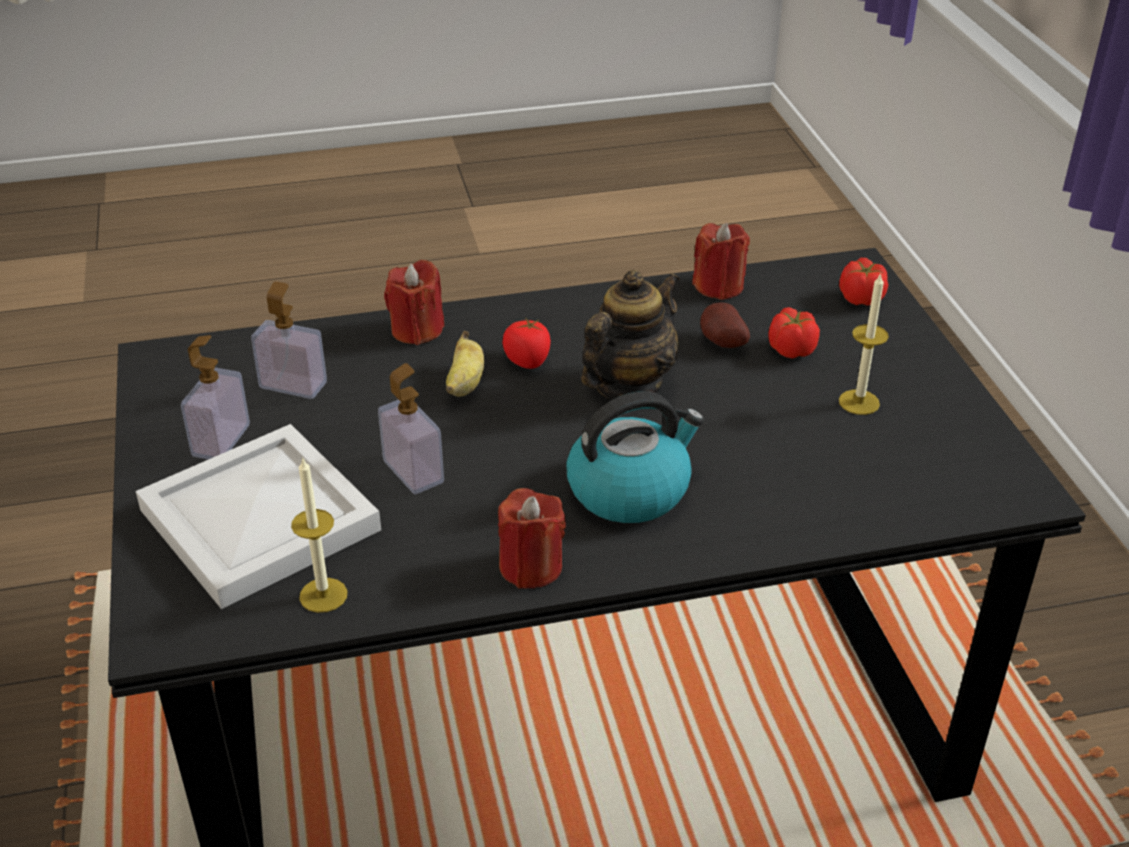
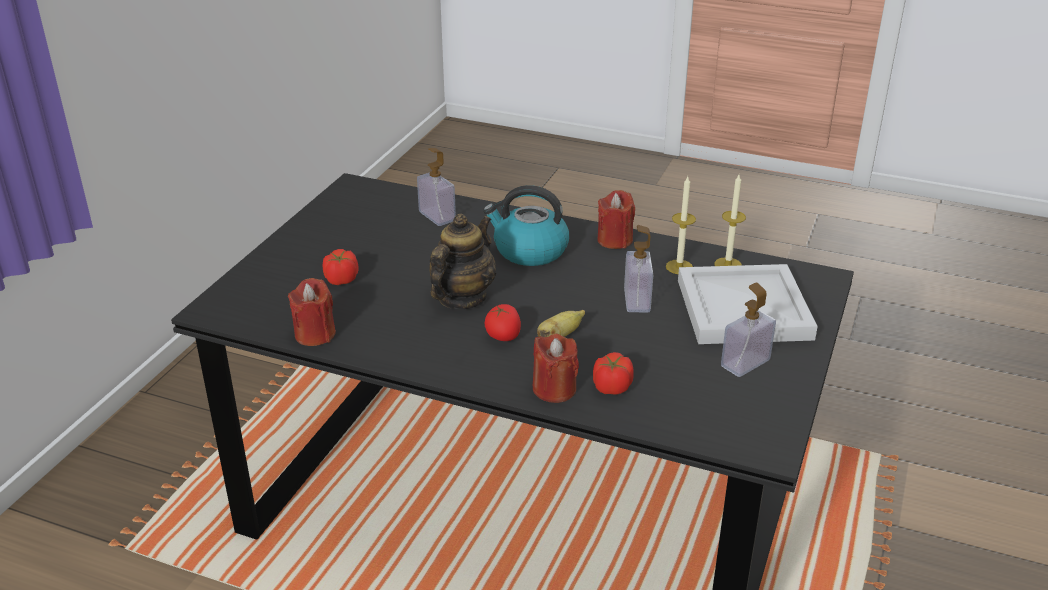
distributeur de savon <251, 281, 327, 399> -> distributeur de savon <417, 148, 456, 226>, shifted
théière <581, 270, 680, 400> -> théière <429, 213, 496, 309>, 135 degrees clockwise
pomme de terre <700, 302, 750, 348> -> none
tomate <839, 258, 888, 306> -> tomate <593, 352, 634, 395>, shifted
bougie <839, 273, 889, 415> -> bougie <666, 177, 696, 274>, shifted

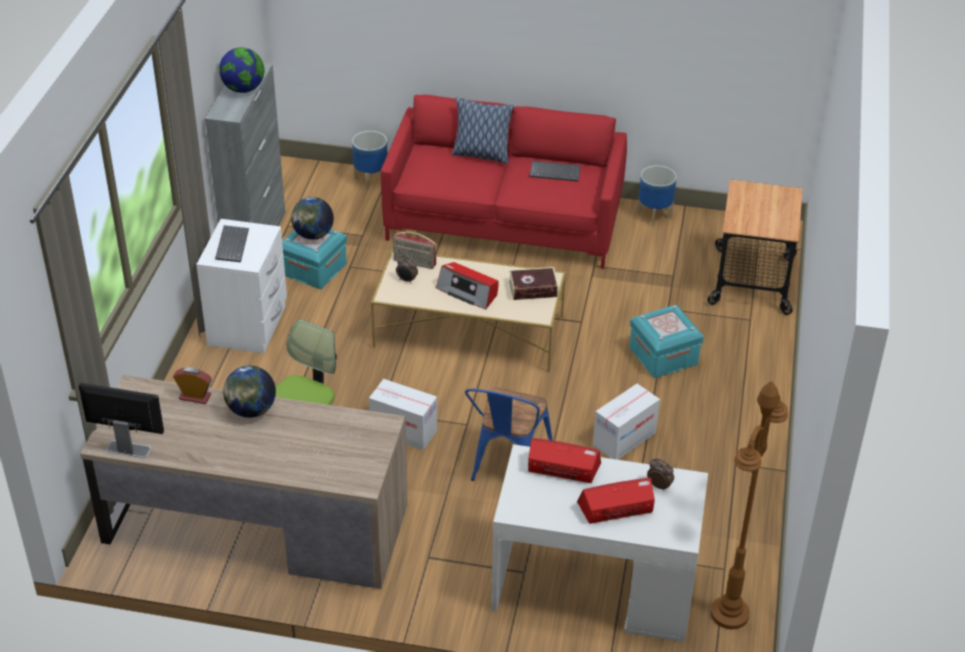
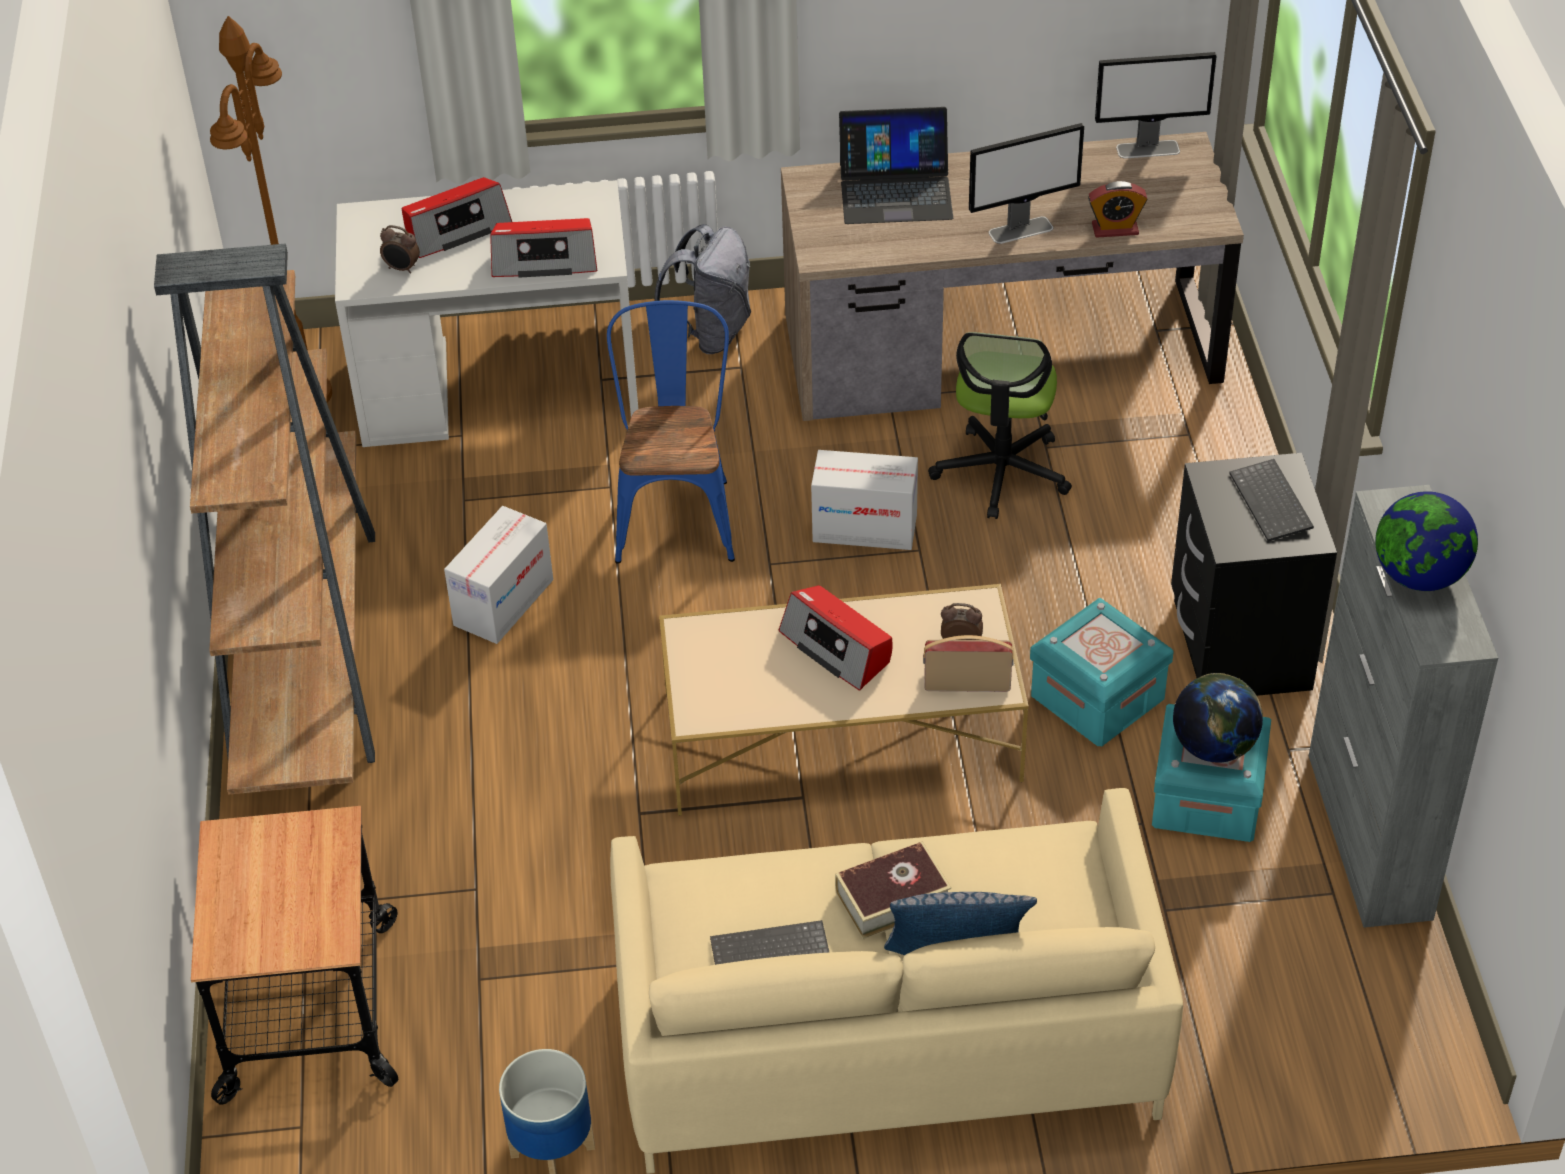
table de chevet [blanc] <196, 219, 287, 353> -> table de chevet [noir] <1171, 453, 1337, 696>
globe <223, 366, 276, 418> -> écran d'ordinateur <969, 123, 1084, 244>
cache-pot <352, 131, 388, 190> -> none
canapé [rouge] <381, 94, 627, 269> -> canapé [beige] <610, 788, 1183, 1174>
radio <436, 262, 498, 310> -> radio <779, 585, 893, 691>, 150 degrees counterclockwise
livre <509, 267, 559, 300> -> livre <835, 841, 951, 939>, shifted
boîte de rangement [turquoise] <629, 305, 704, 378> -> boîte de rangement [turquoise] <1030, 598, 1173, 746>, shifted
none -> bibliothèque [marron] <154, 244, 375, 795>
none -> sac à dos [gris] <655, 224, 751, 354>
none -> ordinateur portable <839, 107, 953, 224>

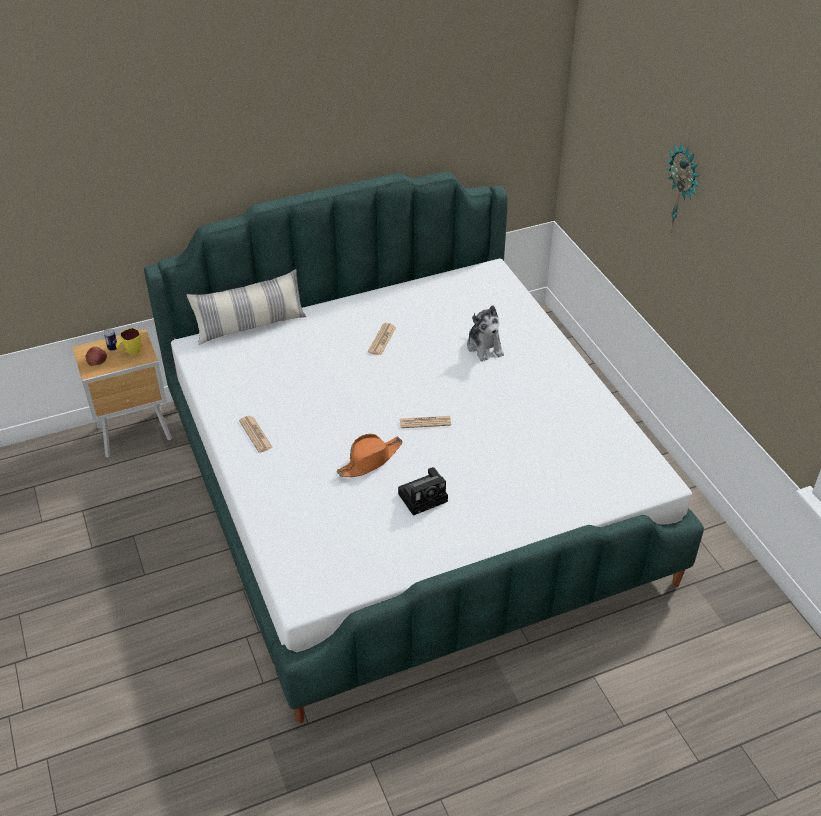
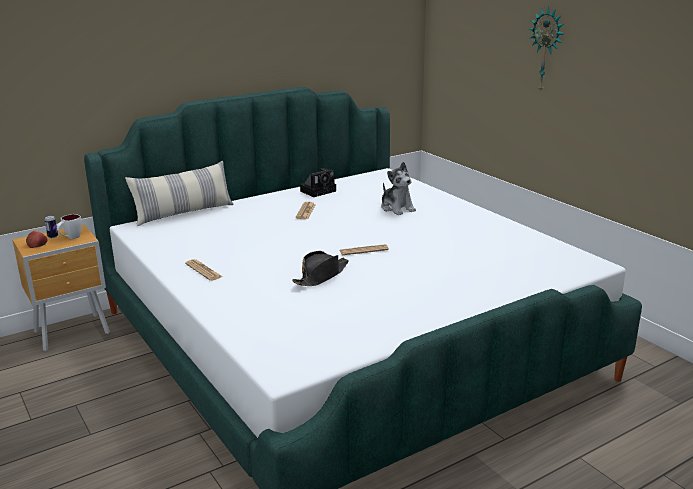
mug [jaune] <116, 328, 141, 355> -> mug [blanc] <57, 214, 81, 239>
chapeau [orange] <337, 434, 403, 477> -> chapeau [noir] <292, 251, 349, 286>
appareil photo <398, 467, 448, 516> -> appareil photo <300, 168, 336, 197>, shifted

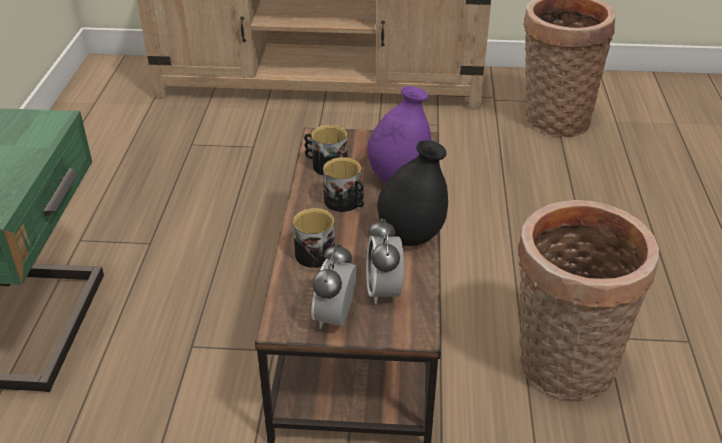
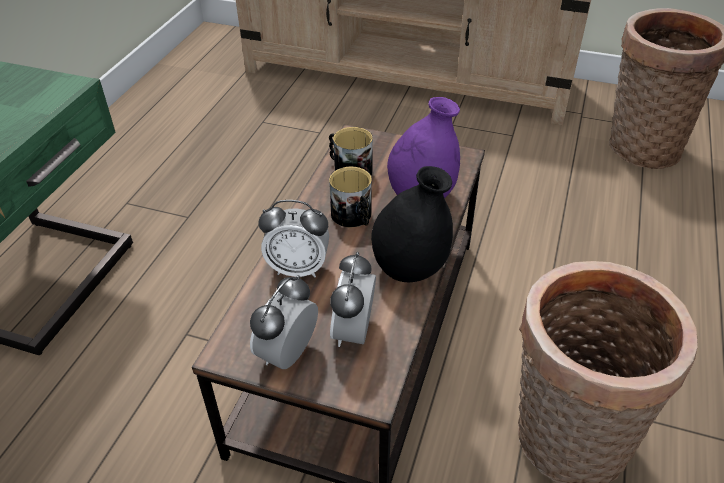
mug <293, 208, 335, 268> -> réveil <259, 200, 329, 277>

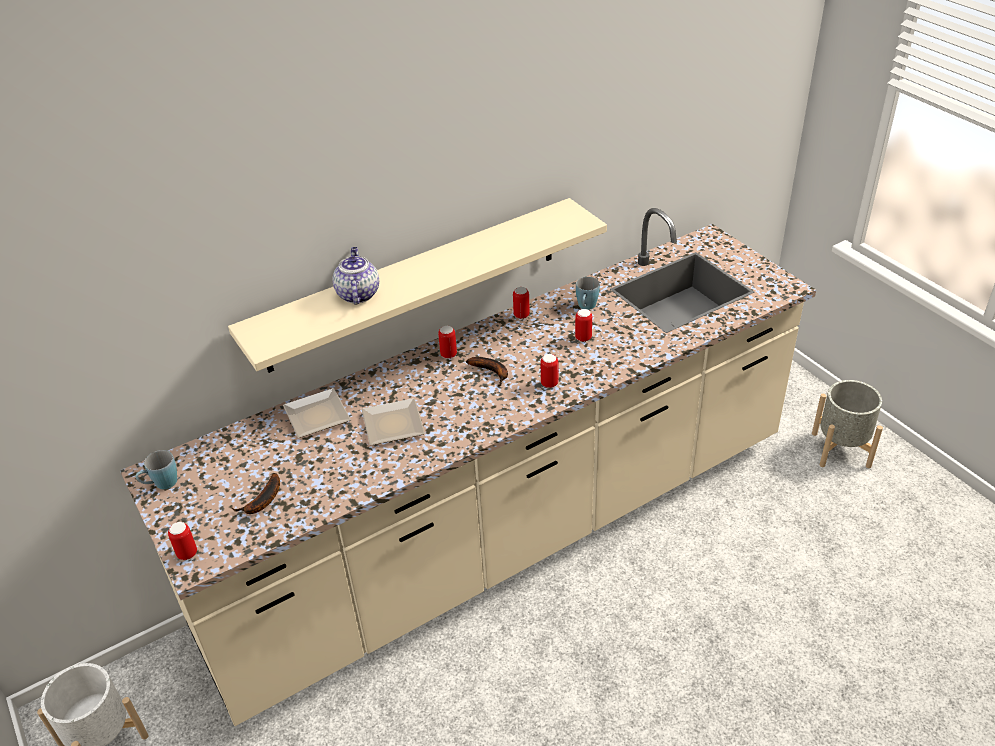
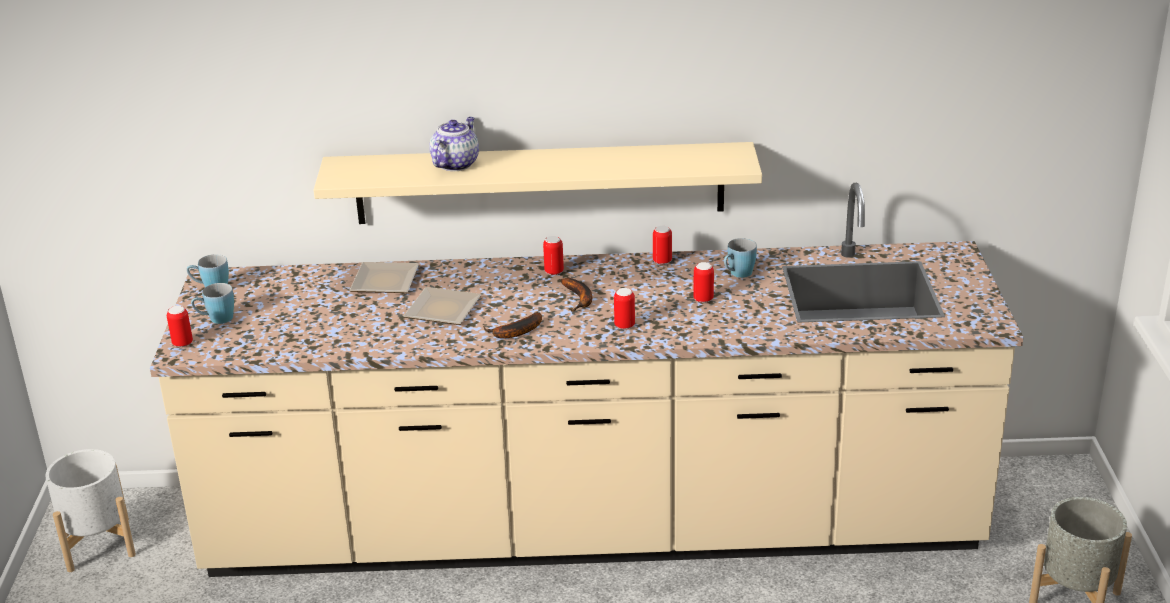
banane <231, 473, 280, 514> -> banane <484, 312, 542, 339>, shifted
none -> mug [bleu] <191, 283, 234, 324>

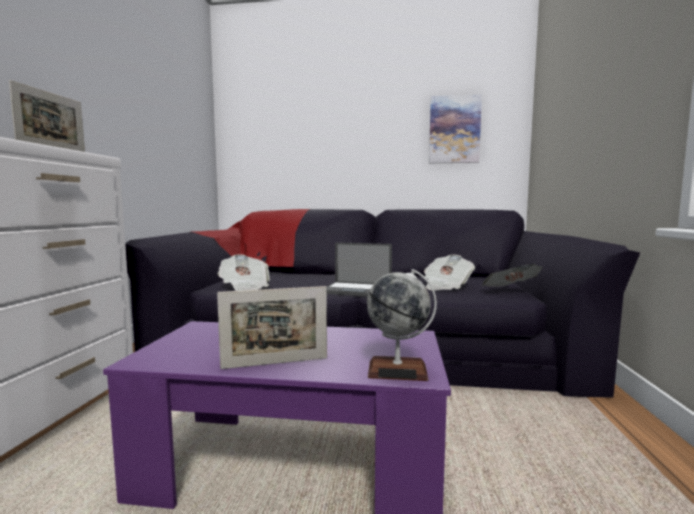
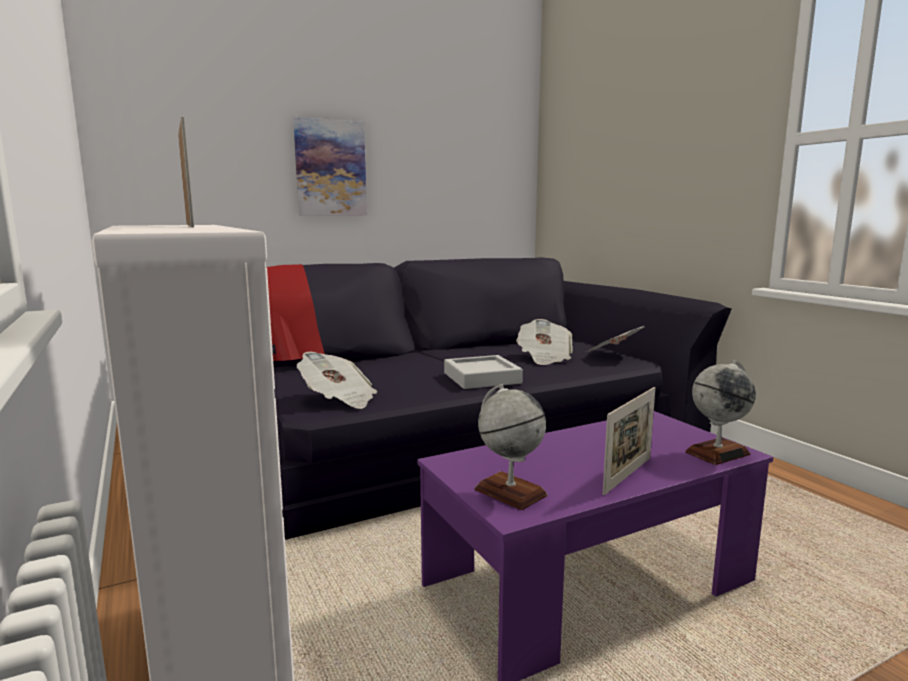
ordinateur portable <327, 242, 392, 297> -> plateau [gris] <444, 355, 523, 389>
tableau <429, 94, 482, 163> -> tableau <293, 117, 367, 216>, shifted
none -> globe <475, 384, 548, 510>

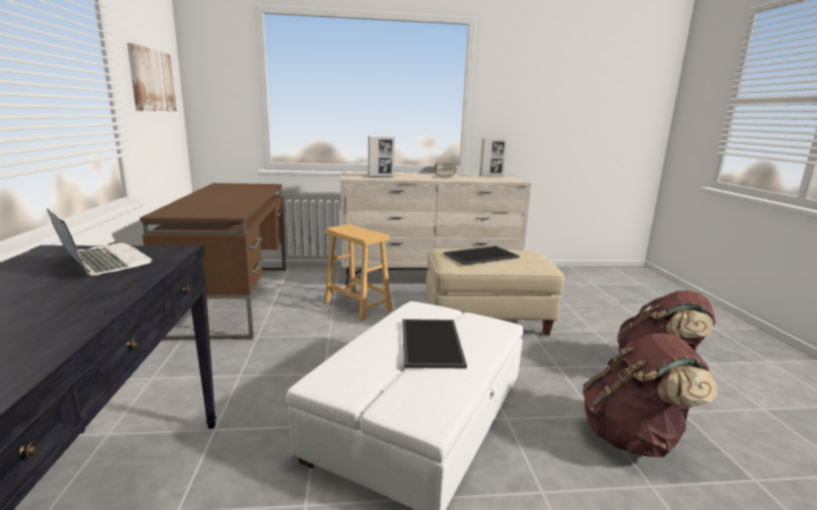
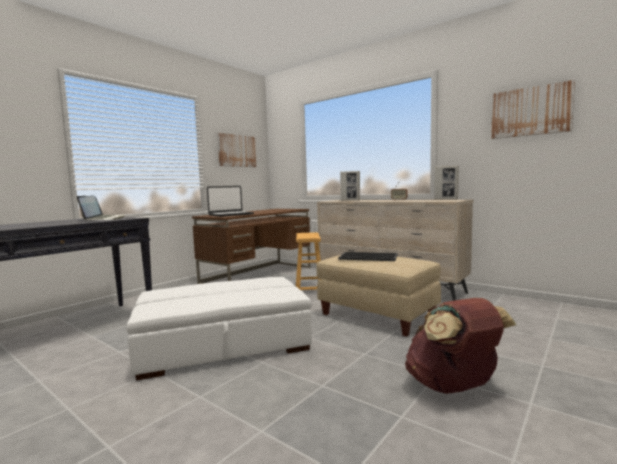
plateau <402, 319, 467, 368> -> none
sac à dos [marron] <582, 333, 718, 457> -> none
none -> ordinateur portable <207, 186, 254, 217>
none -> tableau <491, 80, 575, 139>

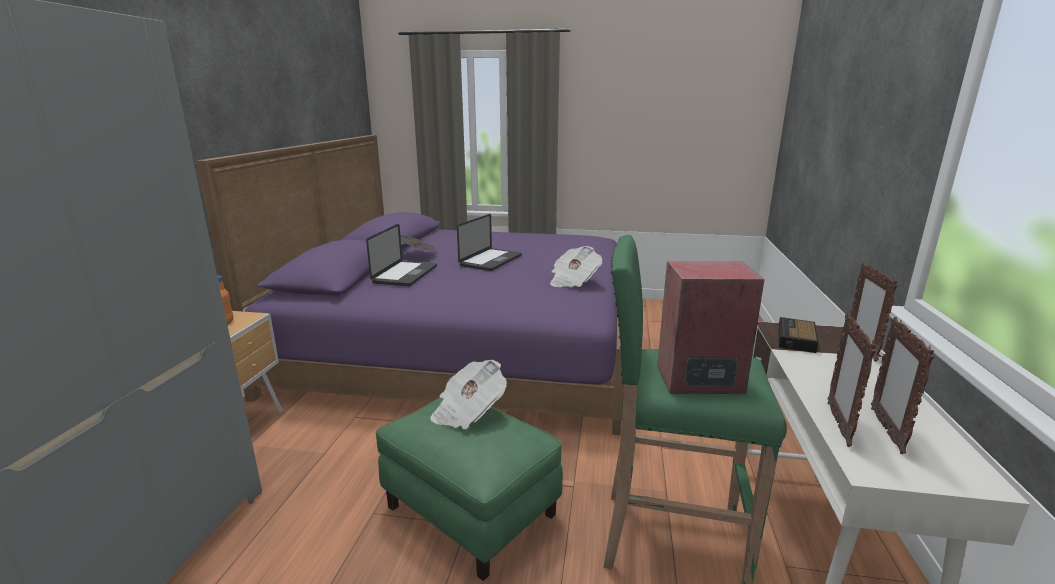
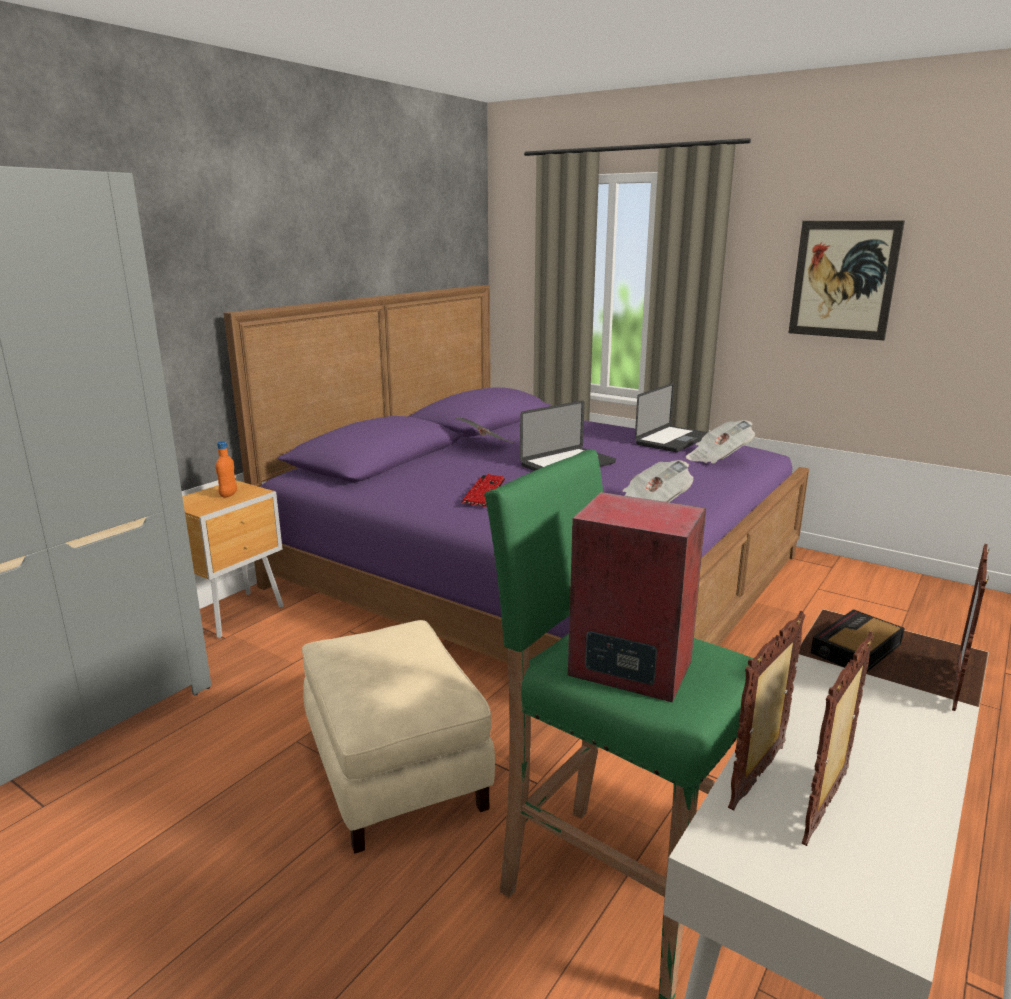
ordinateur portable <366, 224, 437, 286> -> ordinateur portable <635, 383, 708, 452>, shifted
pouf [vert] <376, 398, 563, 581> -> pouf [beige] <302, 620, 495, 853>
journal <430, 360, 507, 429> -> journal <686, 420, 755, 463>, shifted
none -> clavier <461, 474, 505, 507>
none -> tableau <789, 221, 905, 340>

